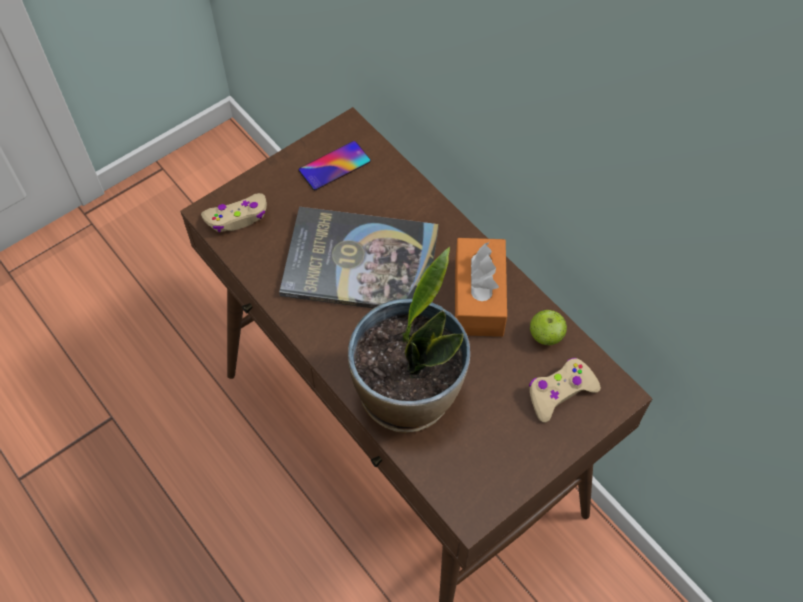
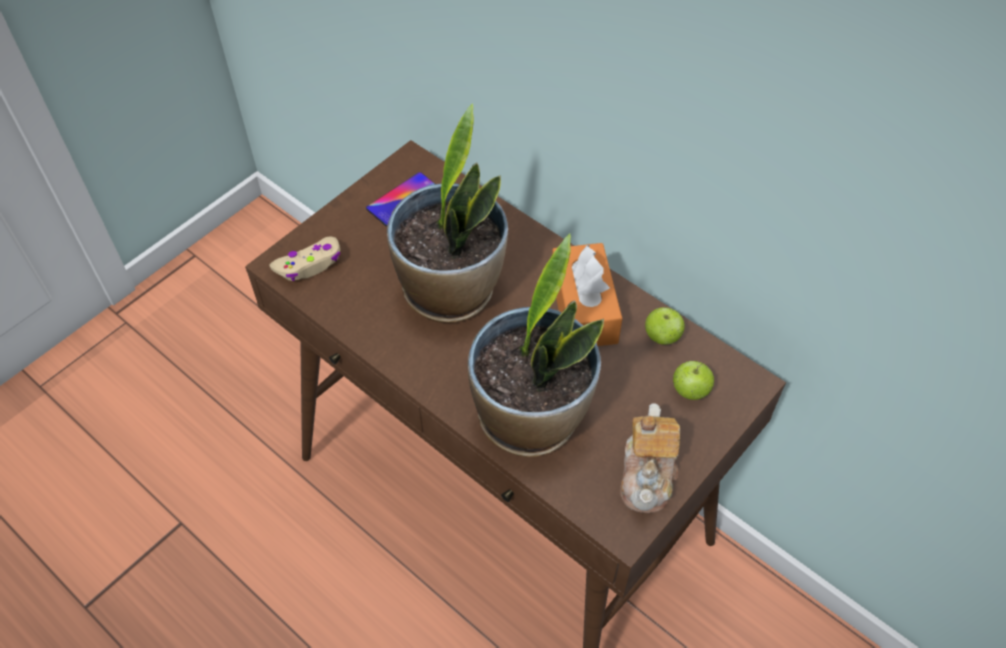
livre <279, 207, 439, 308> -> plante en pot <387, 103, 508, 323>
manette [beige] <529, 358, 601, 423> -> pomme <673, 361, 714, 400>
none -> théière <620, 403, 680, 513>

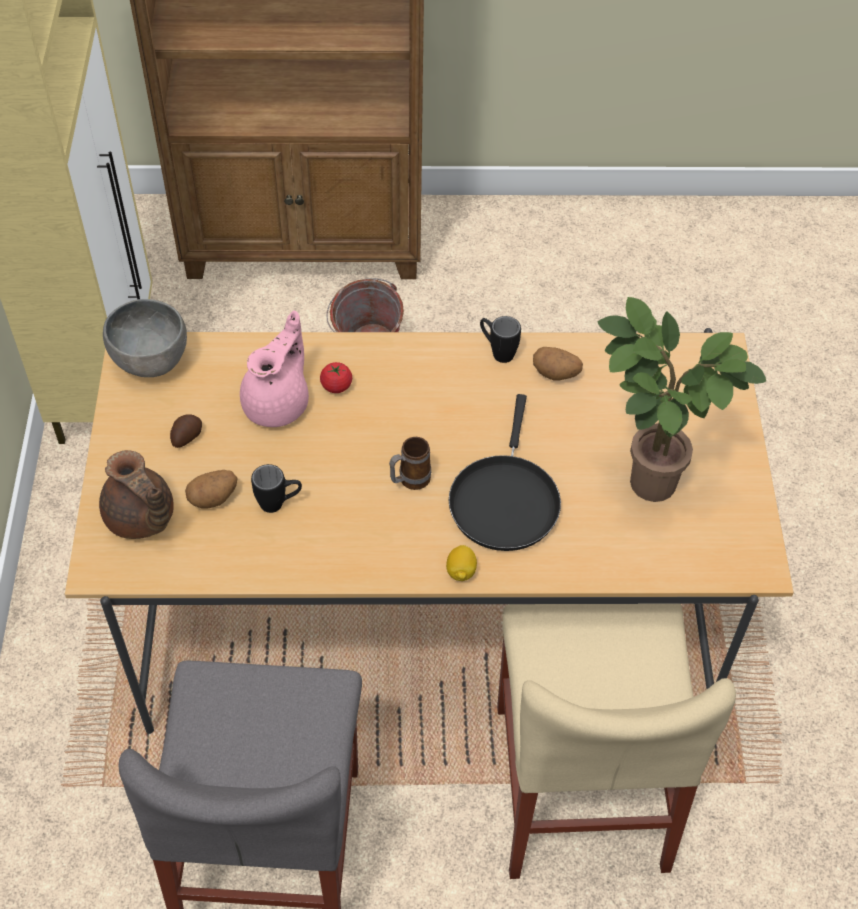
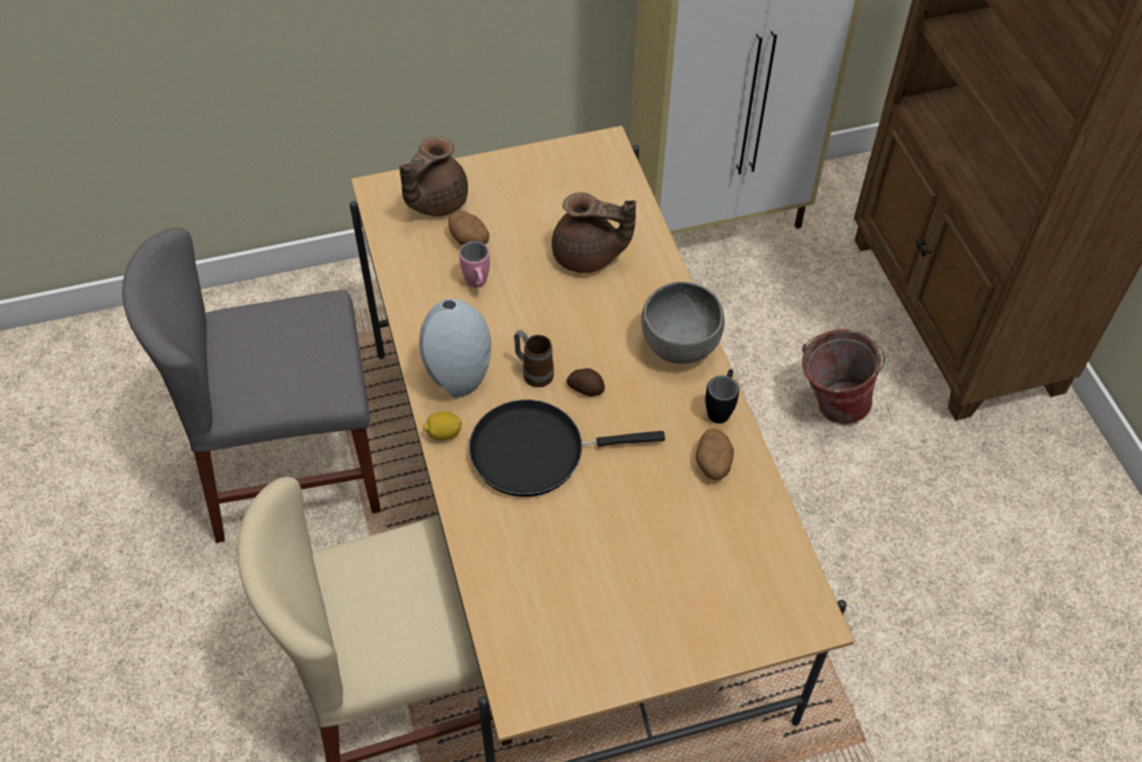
bol [gris] <103, 299, 187, 377> -> bol [gris] <641, 282, 724, 364>, shifted
pomme de terre <170, 414, 202, 448> -> pomme de terre <566, 368, 605, 396>, shifted
théière [rose] <240, 310, 309, 427> -> théière [marron] <552, 192, 636, 273>
mug [noir] <251, 464, 302, 513> -> mug [rose] <459, 241, 490, 288>
tomate <320, 362, 352, 393> -> none
plante en pot <598, 297, 766, 502> -> none
none -> vase [gris] <419, 298, 491, 398>

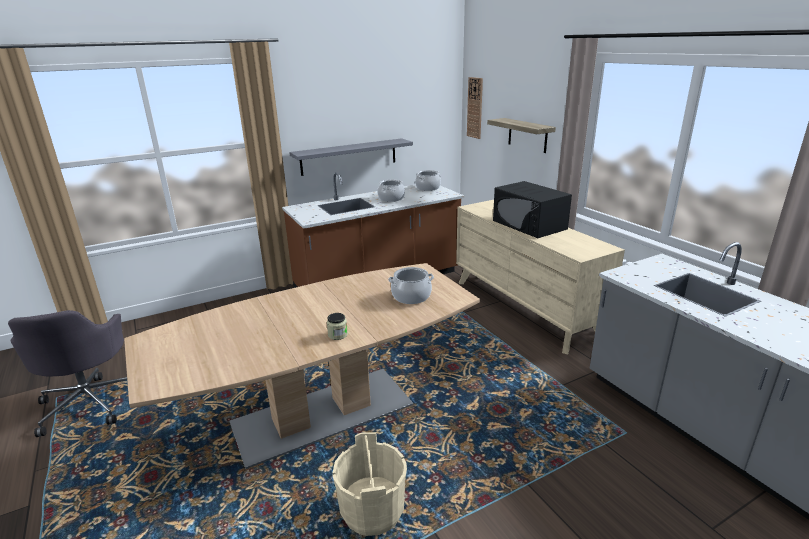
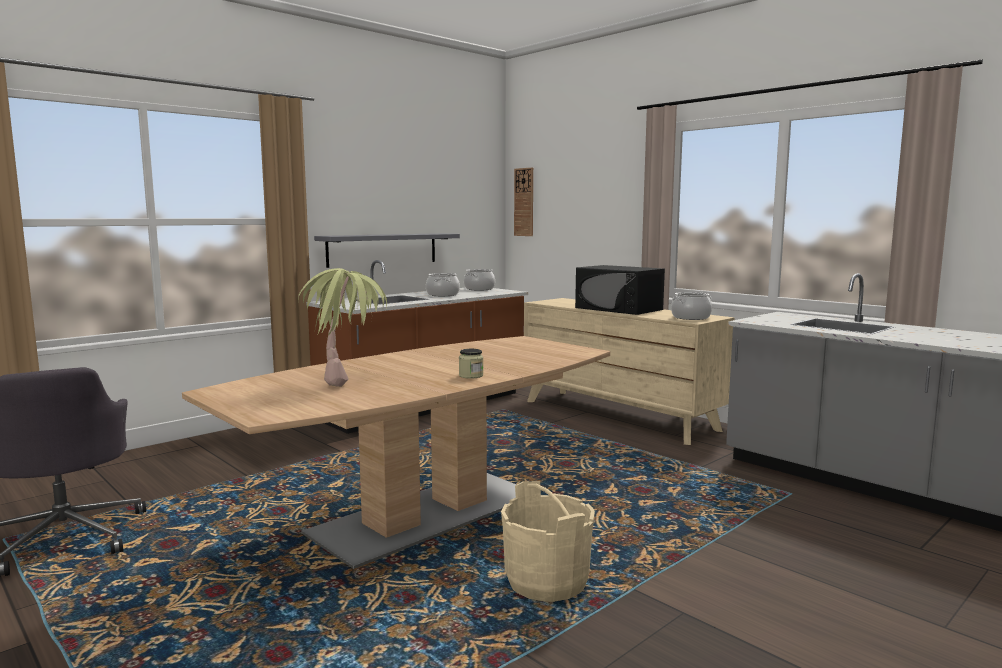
marmite <388, 267, 434, 304> -> marmite <671, 292, 712, 320>, shifted
étagère <487, 118, 556, 153> -> none
none -> plante en pot <298, 268, 387, 387>

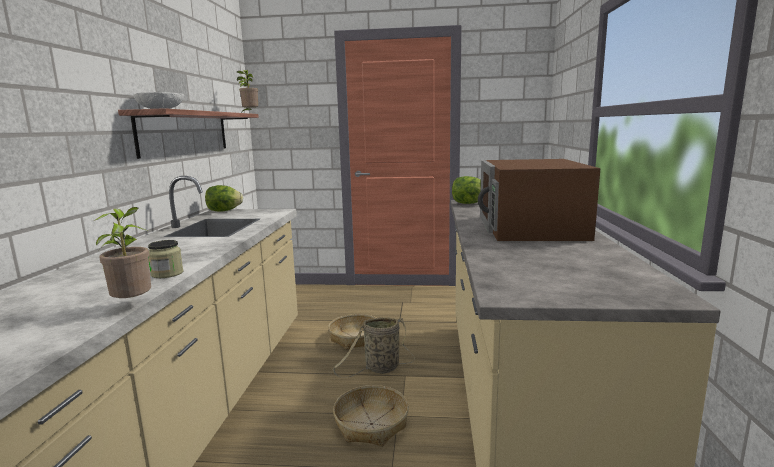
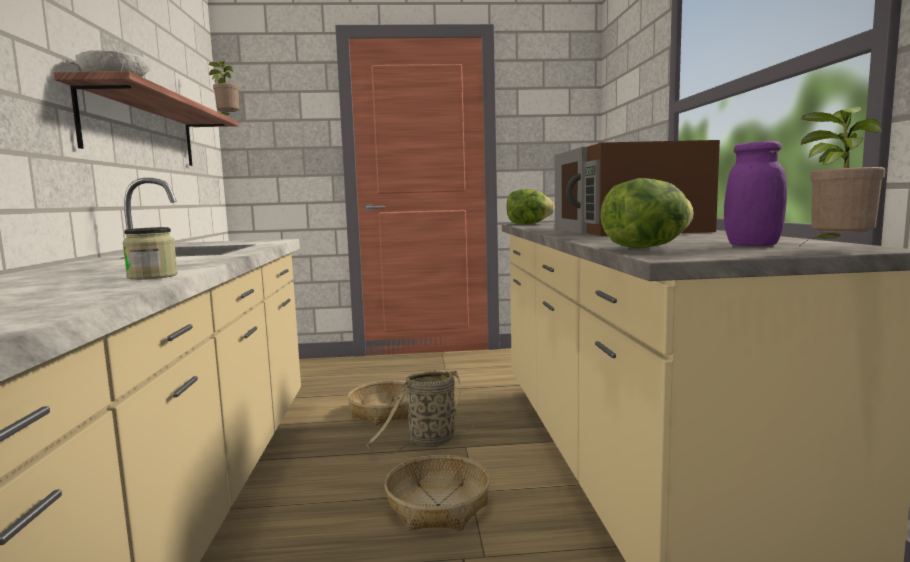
plante en pot <94, 207, 151, 298> -> plante en pot <797, 106, 885, 249>, shifted
laitue <205, 185, 243, 212> -> laitue <600, 178, 694, 249>, shifted
none -> bocal [violet] <724, 141, 787, 246>

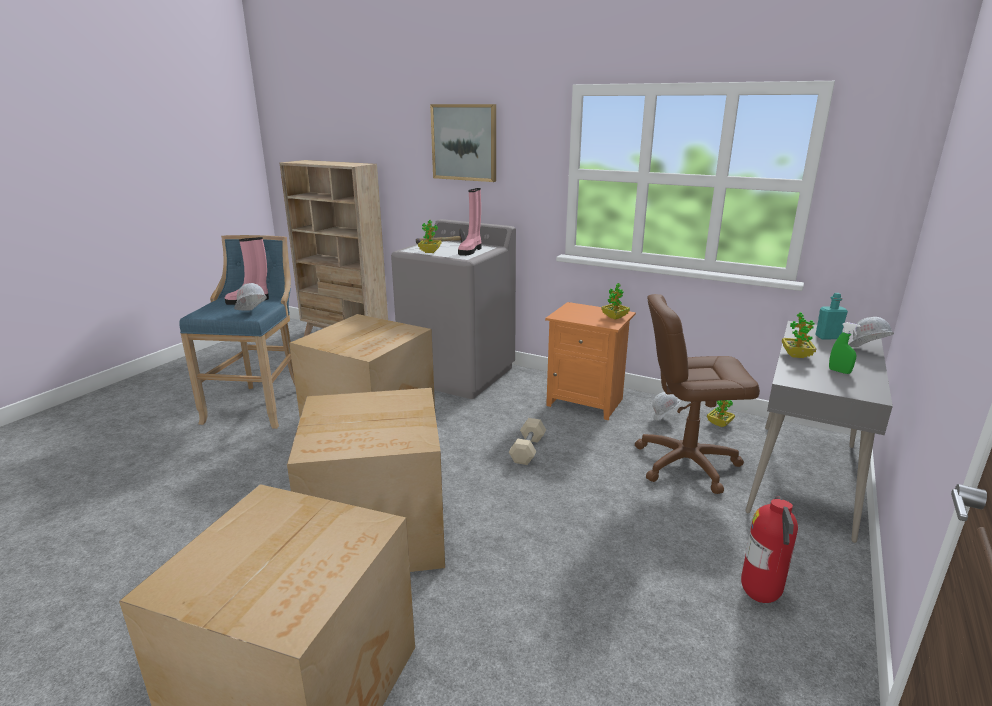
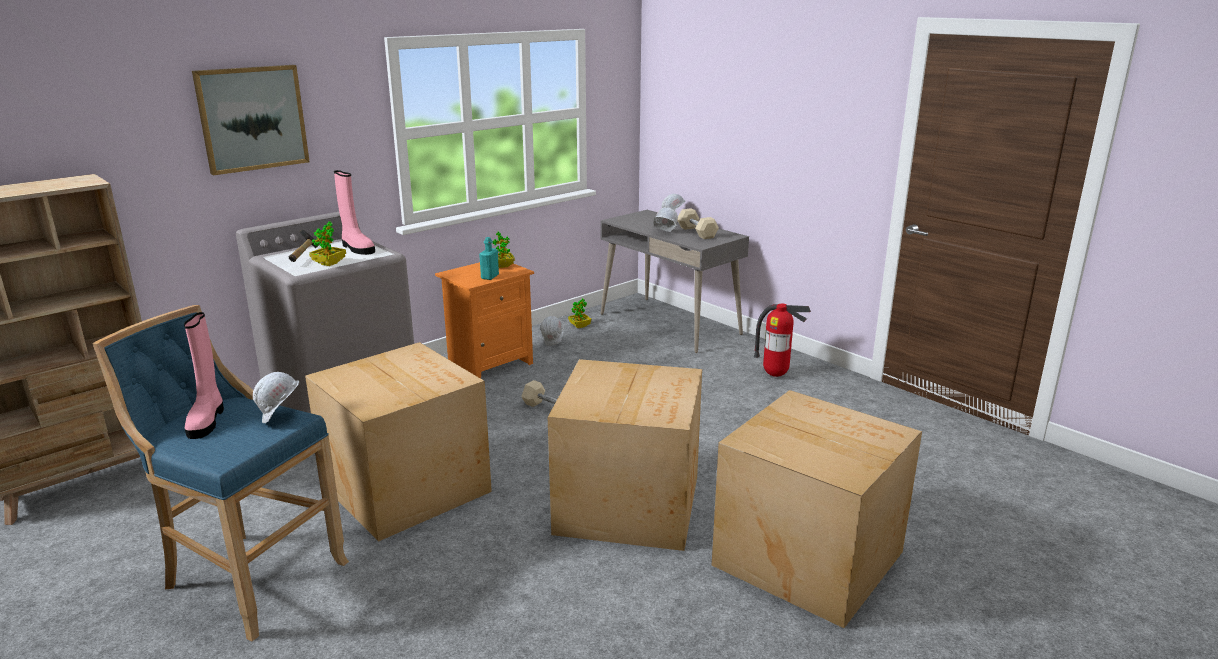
chaise de bureau [marron] <635, 294, 760, 494> -> none
plante en pot <782, 312, 817, 358> -> casque de chantier [blanc] <648, 207, 678, 232>
bouteille [turquoise] <815, 293, 848, 339> -> bouteille [turquoise] <479, 237, 499, 280>, shifted
vaporisateur [vert] <829, 322, 861, 374> -> haltère [beige] <677, 208, 719, 239>

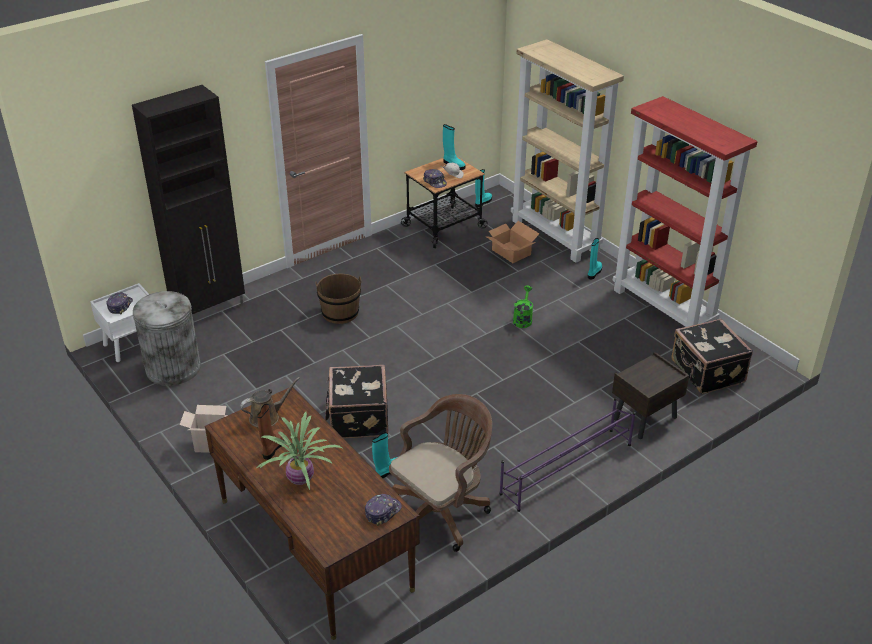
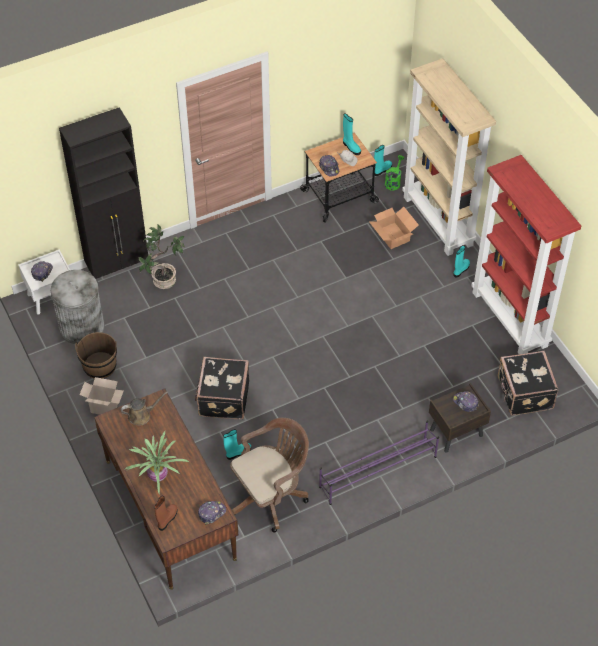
botte [marron] <257, 404, 284, 460> -> botte [marron] <154, 496, 177, 531>, shifted
seau [marron] <315, 274, 361, 324> -> seau [marron] <75, 332, 117, 379>, shifted
arrosoir [vert] <513, 286, 533, 328> -> arrosoir [vert] <385, 155, 404, 190>, shifted
none -> plante en pot <139, 224, 185, 289>
none -> casquette <453, 391, 479, 412>

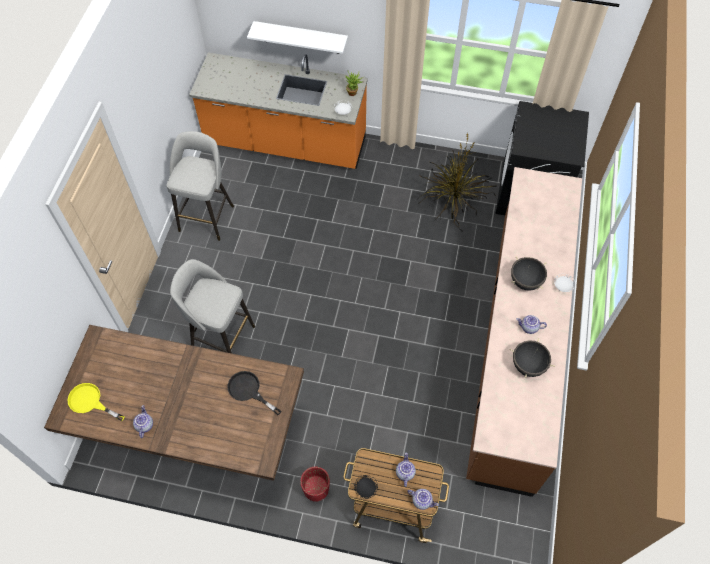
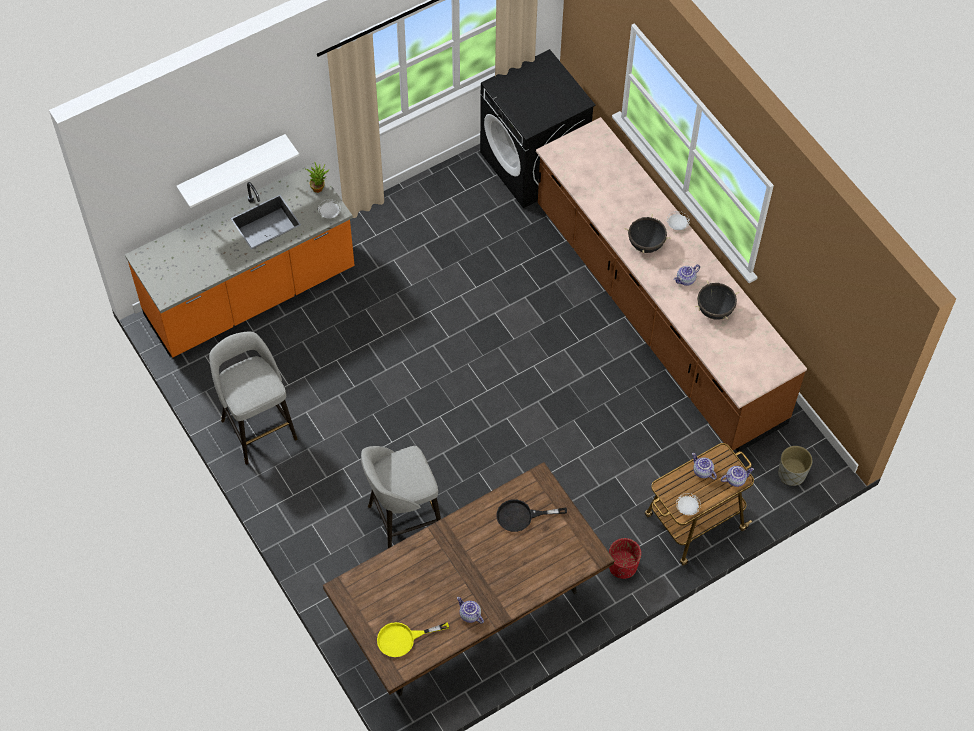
assiette [noir] <354, 475, 378, 499> -> assiette [blanc] <676, 493, 701, 515>
plante en pot <417, 133, 497, 232> -> none
none -> cache-pot [gris] <778, 446, 812, 486>

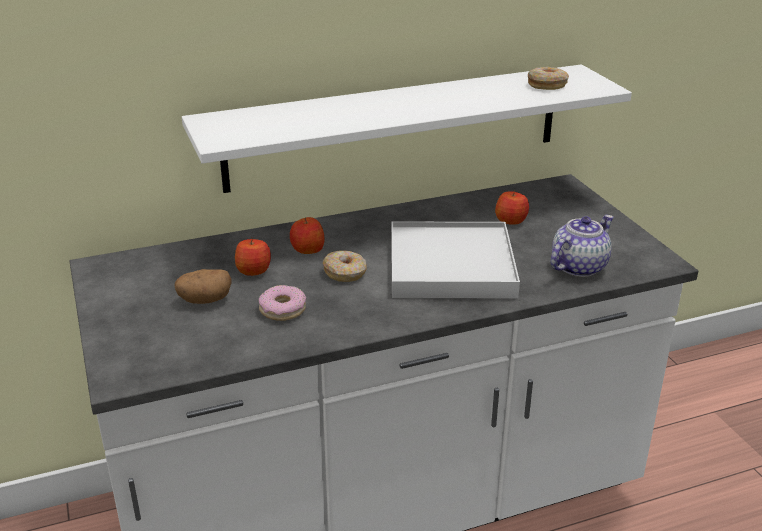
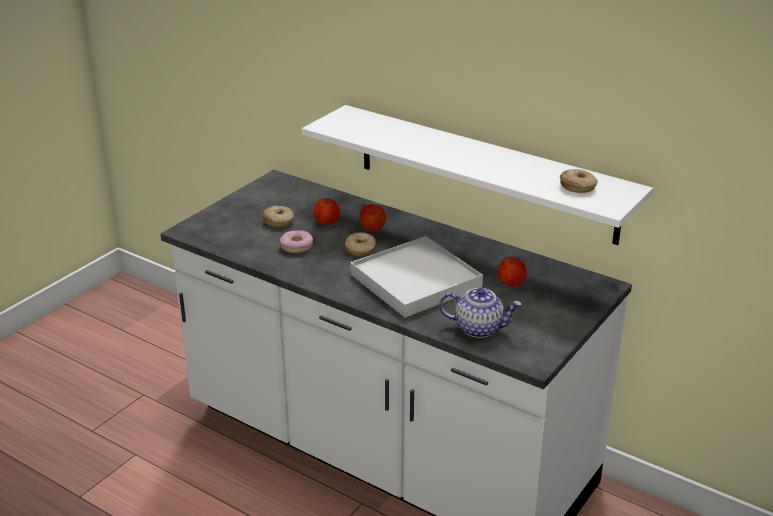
pomme de terre <174, 269, 232, 304> -> beignet <263, 206, 294, 227>

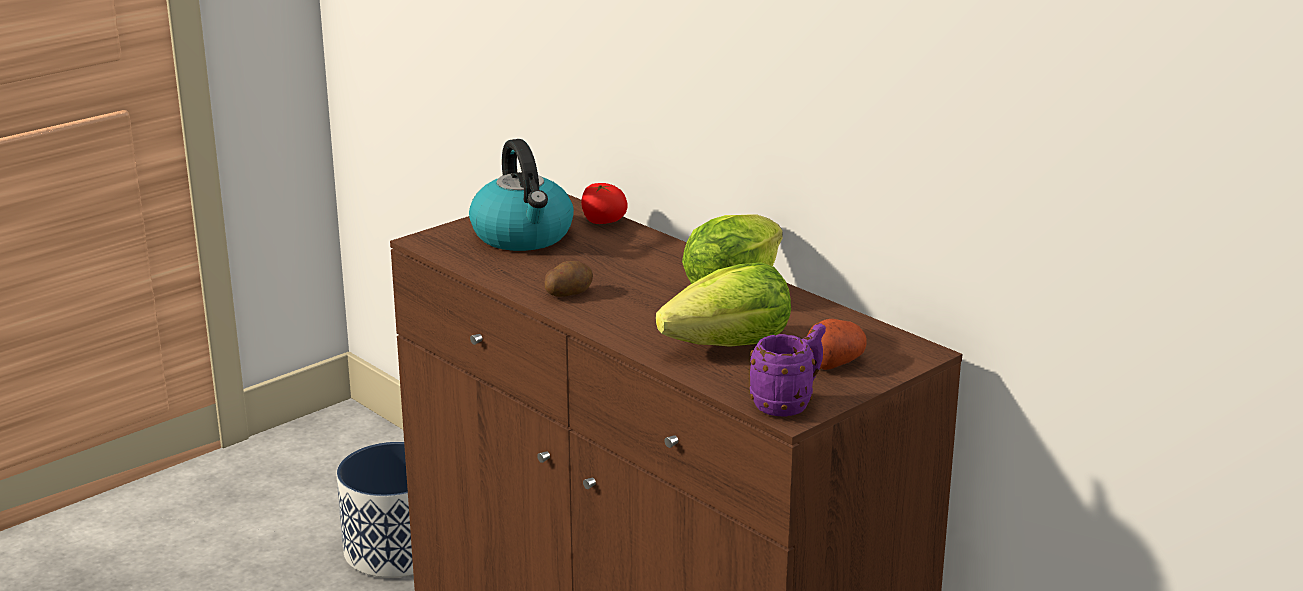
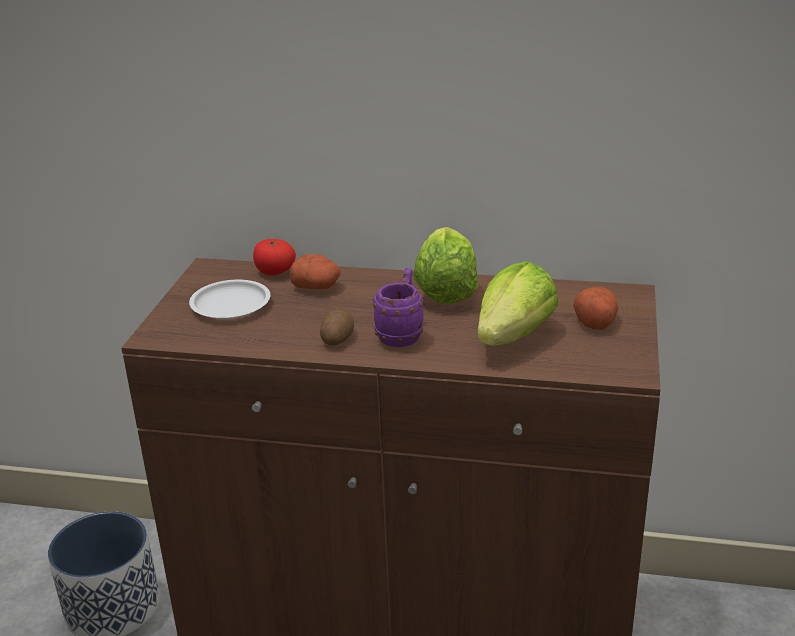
bouilloire <469, 139, 574, 251> -> assiette [blanc] <189, 280, 271, 319>
mug [violet] <750, 323, 826, 417> -> mug [violet] <373, 268, 424, 347>, shifted
none -> pomme de terre <290, 254, 341, 289>

